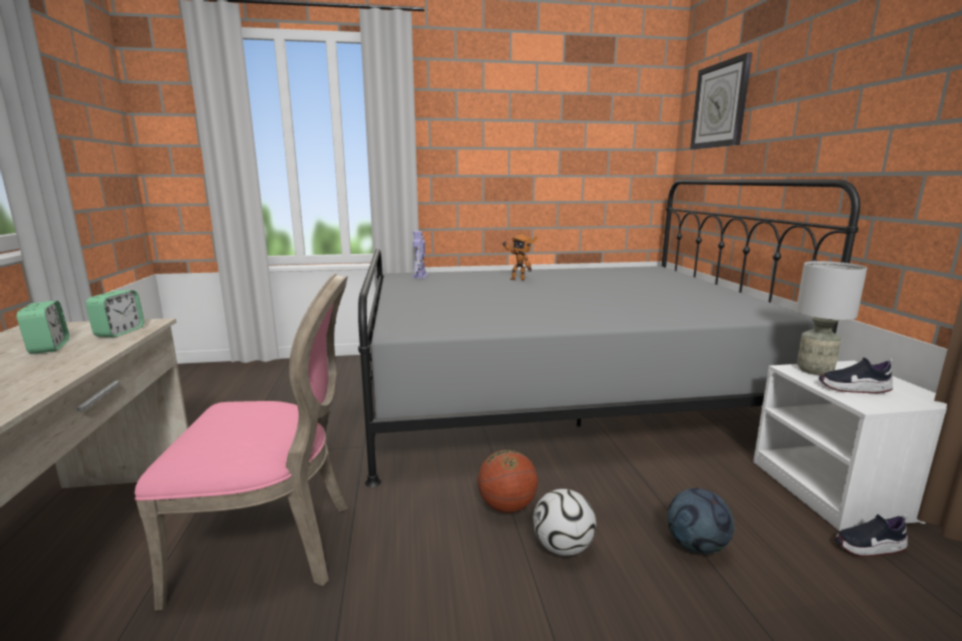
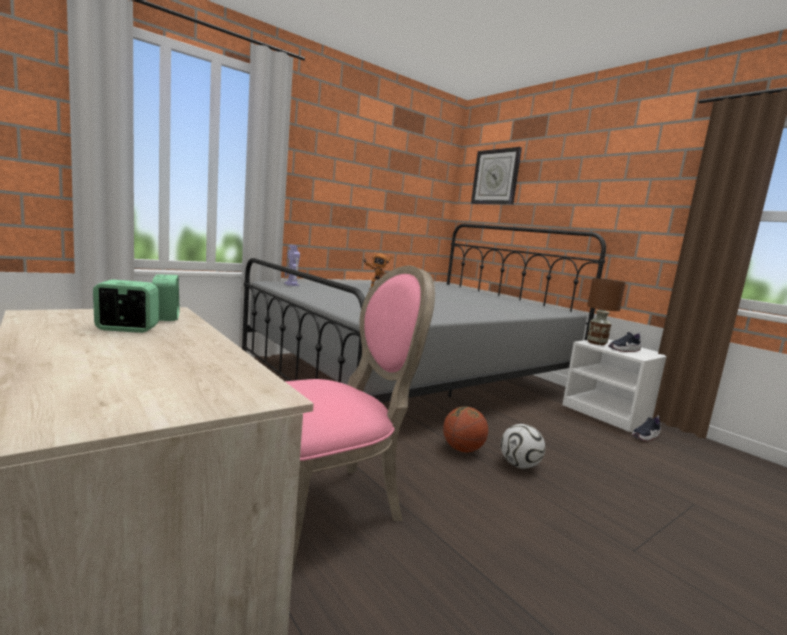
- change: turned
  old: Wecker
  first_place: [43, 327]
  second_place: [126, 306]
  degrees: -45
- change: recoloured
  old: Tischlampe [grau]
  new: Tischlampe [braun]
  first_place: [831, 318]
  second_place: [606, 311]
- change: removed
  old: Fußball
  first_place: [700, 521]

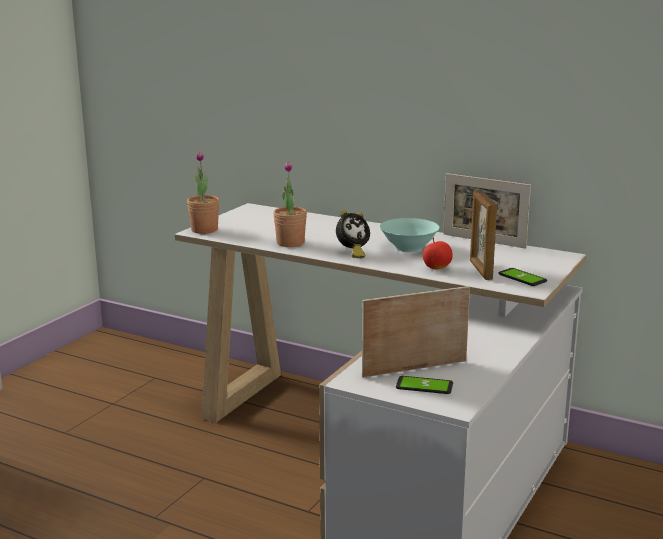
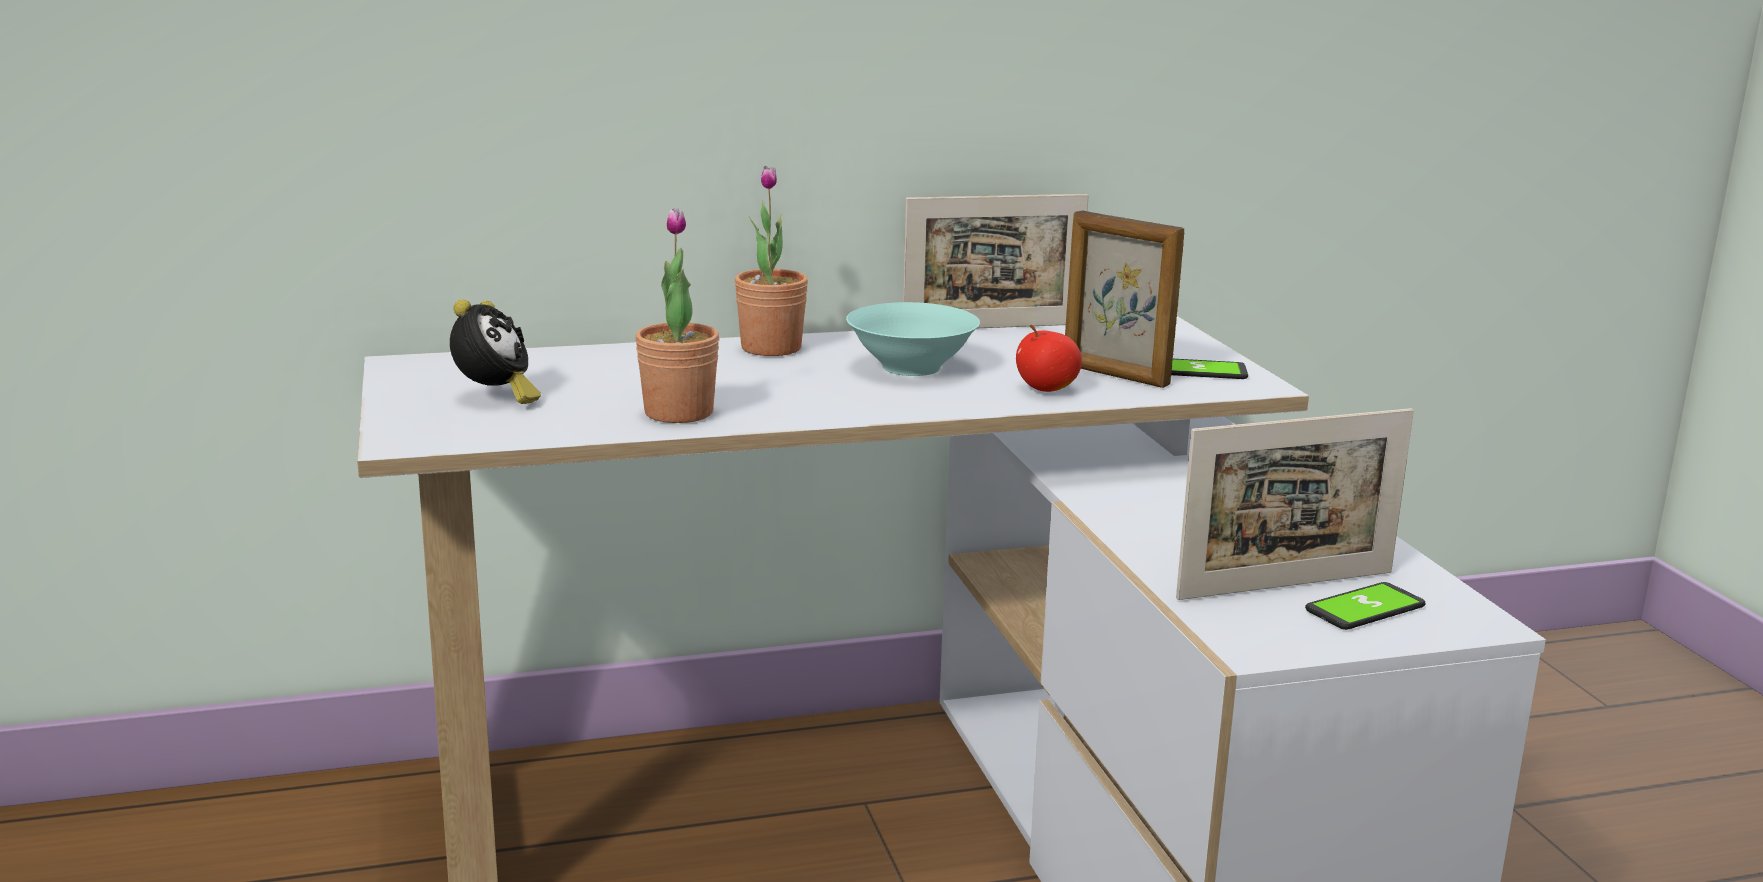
- change: moved
  old: Wecker
  first_place: [353, 234]
  second_place: [495, 351]
- change: moved
  old: Topfpflanze
  first_place: [203, 192]
  second_place: [771, 261]
- change: turned
  old: Bilderrahmen
  first_place: [416, 332]
  second_place: [1295, 504]
  degrees: -135

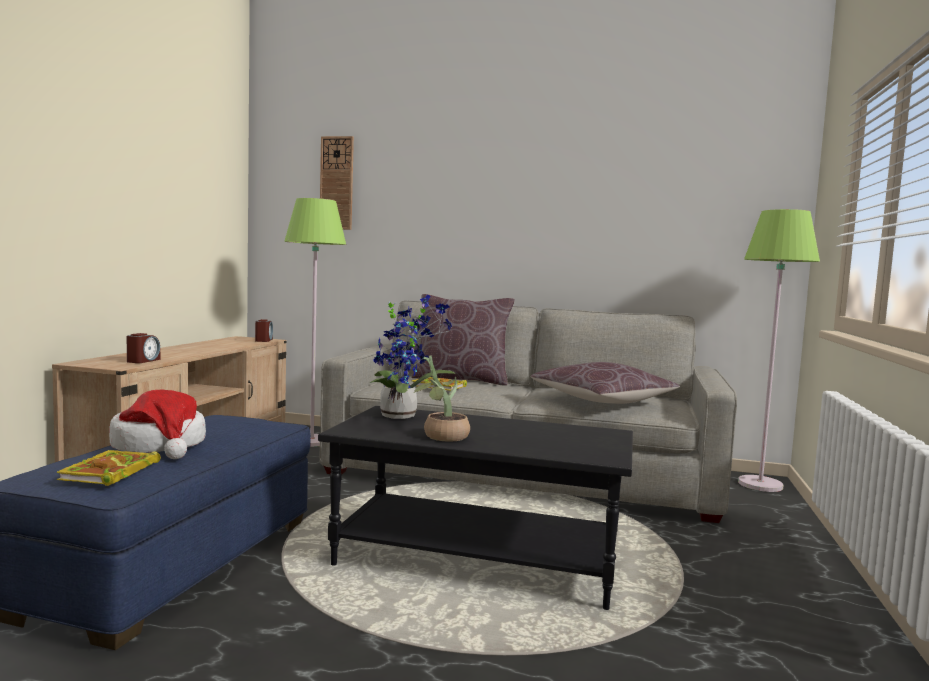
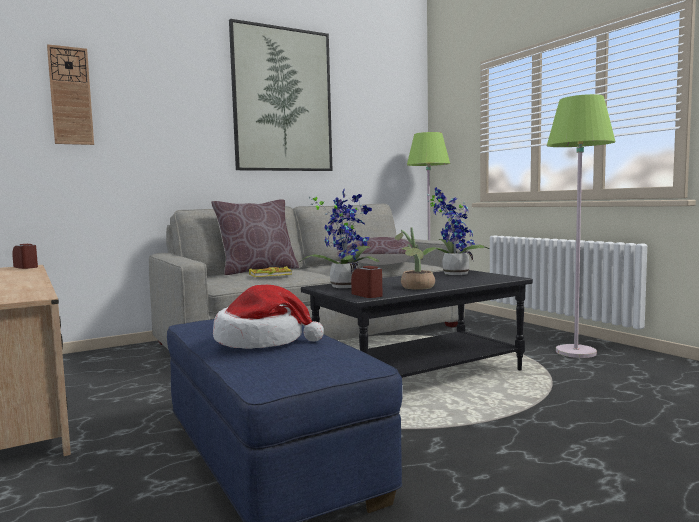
- change: added
  new: Bild
  second_place: [281, 95]
- change: moved
  old: Wecker
  first_place: [143, 348]
  second_place: [367, 282]
- change: added
  new: Topfpflanze
  second_place: [456, 231]
- change: moved
  old: Stehlampe [grün]
  first_place: [315, 322]
  second_place: [581, 226]
- change: removed
  old: Buch
  first_place: [109, 468]

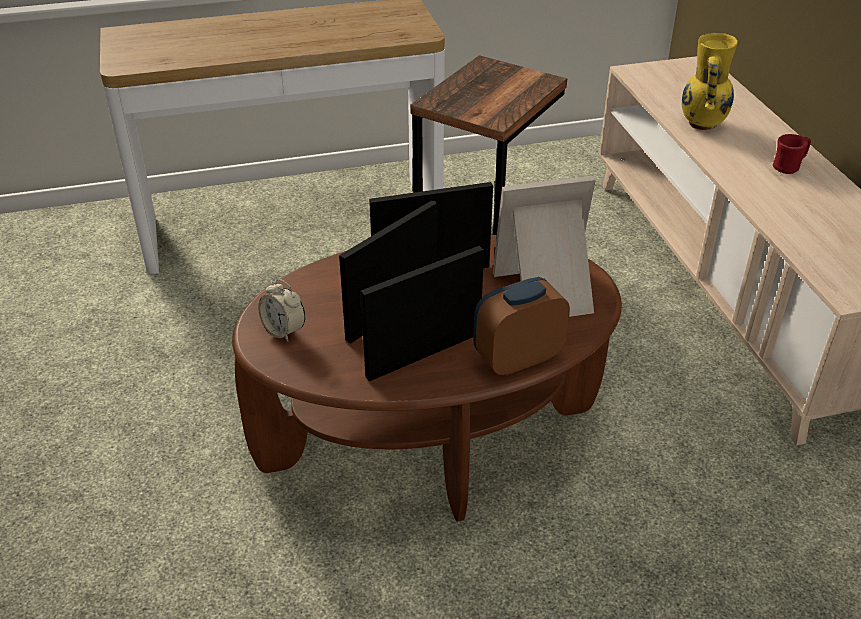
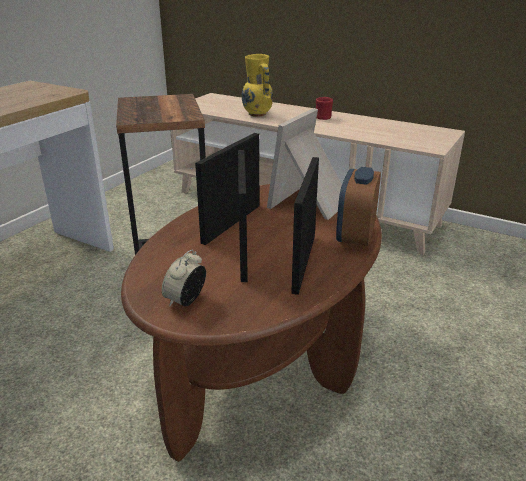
- change: turned
  old: Wecker
  first_place: [281, 310]
  second_place: [184, 278]
  degrees: 120

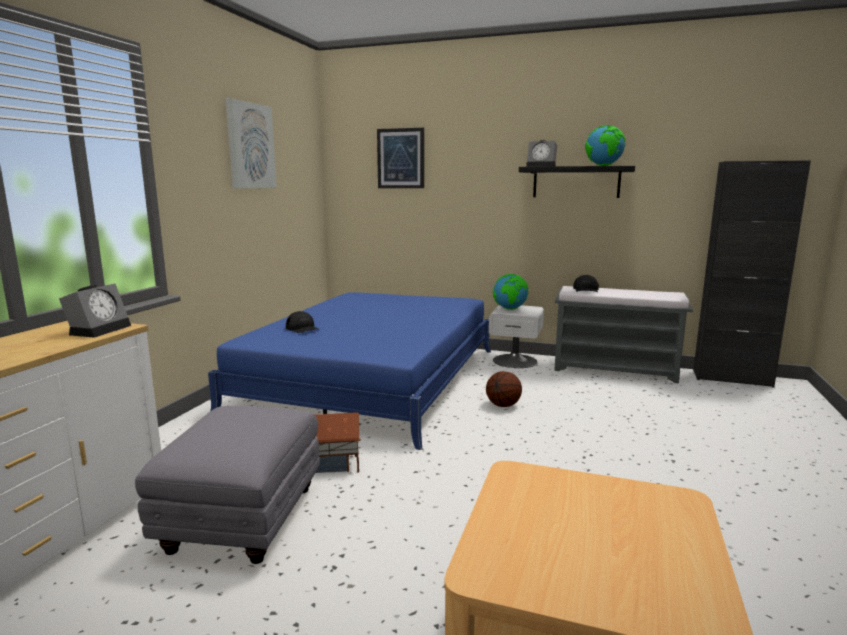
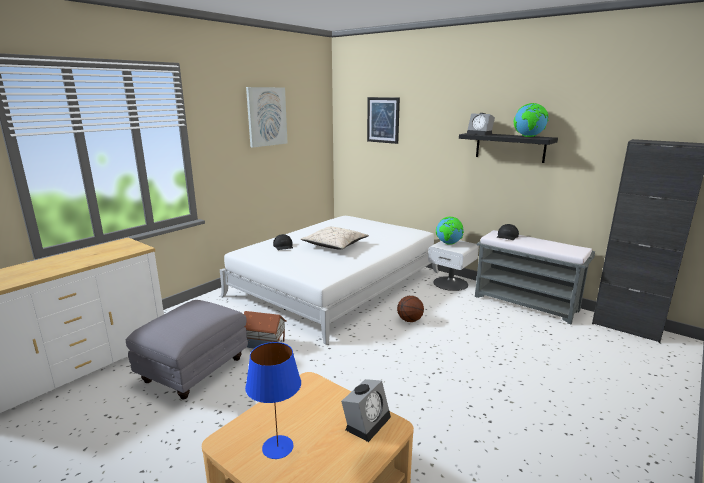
- change: recoloured
  old: Bett [blau]
  new: Bett [weiß]
  first_place: [349, 371]
  second_place: [329, 280]
- change: added
  new: Tischlampe [blau]
  second_place: [273, 400]
- change: added
  new: Kissen [beige]
  second_place: [334, 238]
- change: moved
  old: Wecker
  first_place: [95, 310]
  second_place: [366, 410]

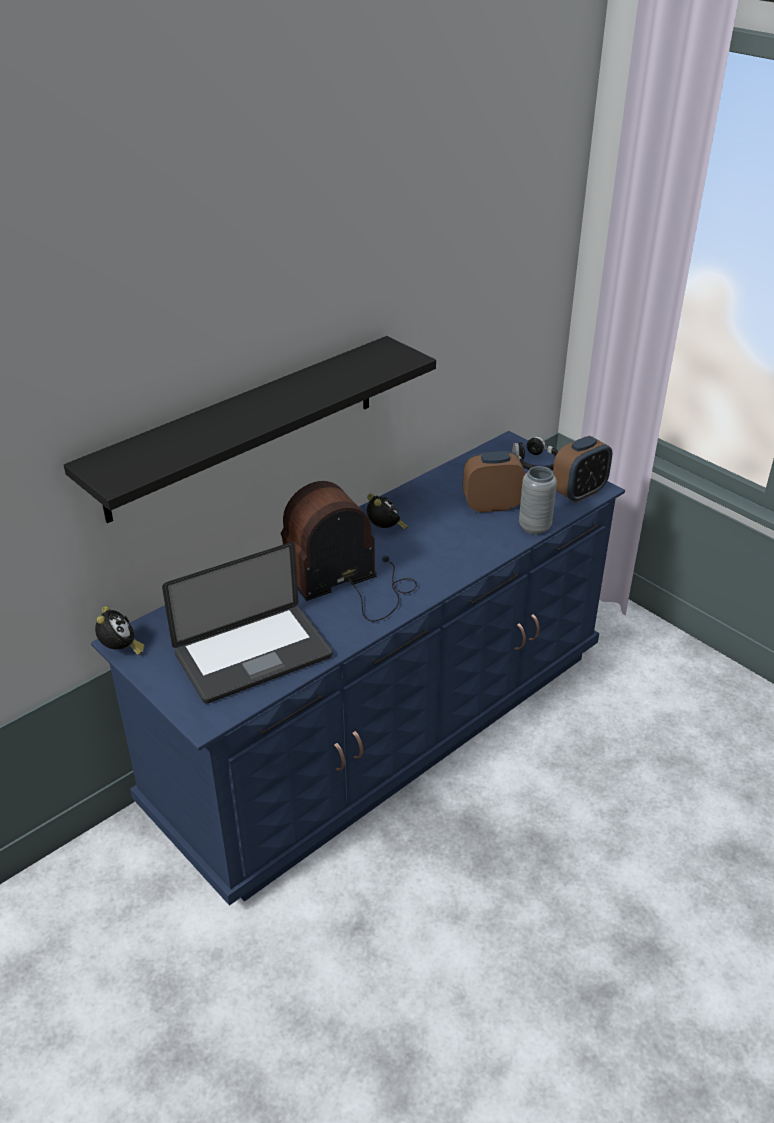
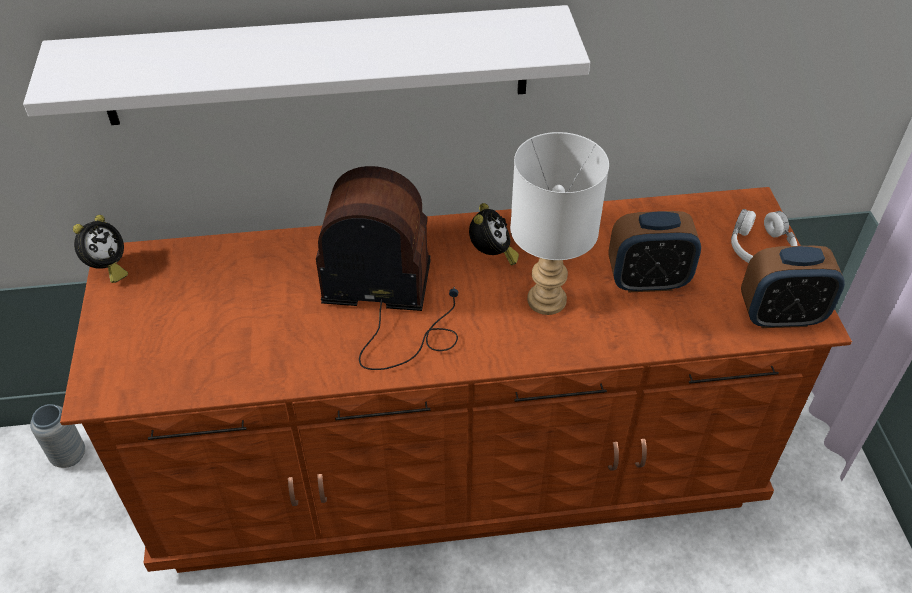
- change: recoloured
  old: Wandregal [schwarz]
  new: Wandregal [weiß]
  first_place: [250, 429]
  second_place: [306, 65]
- change: moved
  old: Vase [grau]
  first_place: [538, 500]
  second_place: [57, 436]
- change: recoloured
  old: Kommode [blau]
  new: Kommode [braun]
  first_place: [358, 668]
  second_place: [456, 380]
- change: added
  new: Tischlampe [weiß]
  second_place: [559, 223]
- change: turned
  old: Wecker
  first_place: [493, 482]
  second_place: [654, 252]
  degrees: 150
- change: recoloured
  old: Kopfhörer [schwarz]
  new: Kopfhörer [weiß]
  first_place: [535, 453]
  second_place: [764, 236]
- change: removed
  old: Laptop
  first_place: [247, 622]

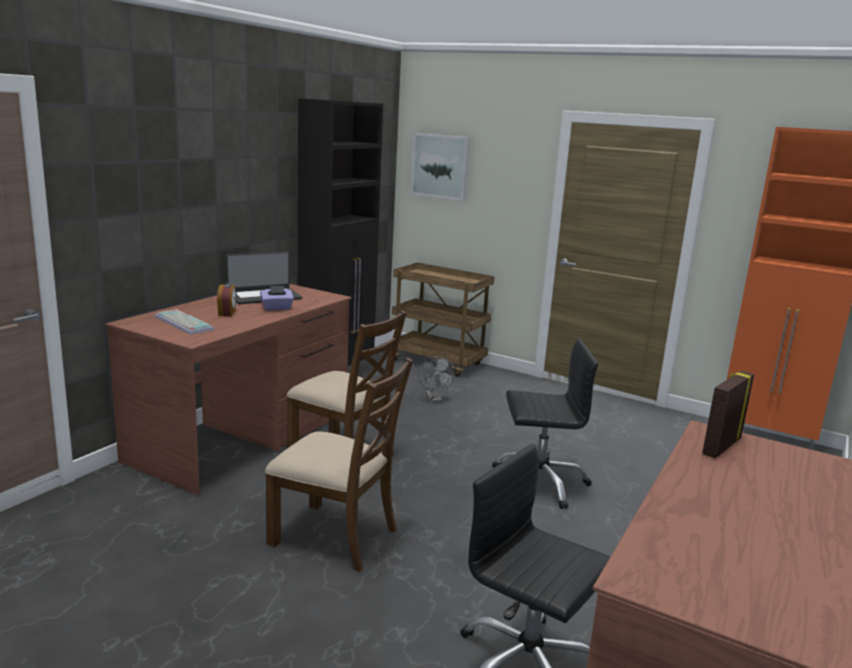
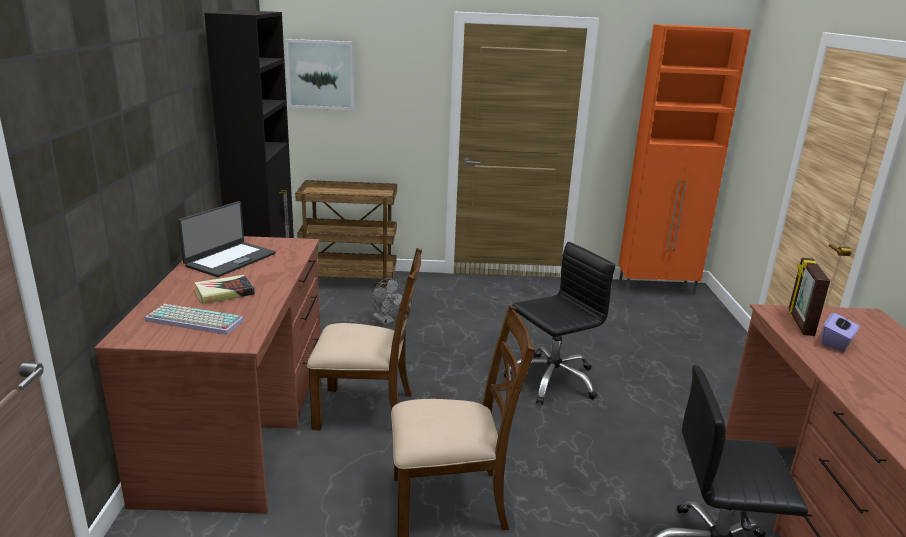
- change: replaced
  old: Wecker
  new: Buch
  first_place: [227, 300]
  second_place: [225, 289]
- change: moved
  old: Taschentuchbox [lila]
  first_place: [277, 298]
  second_place: [840, 332]

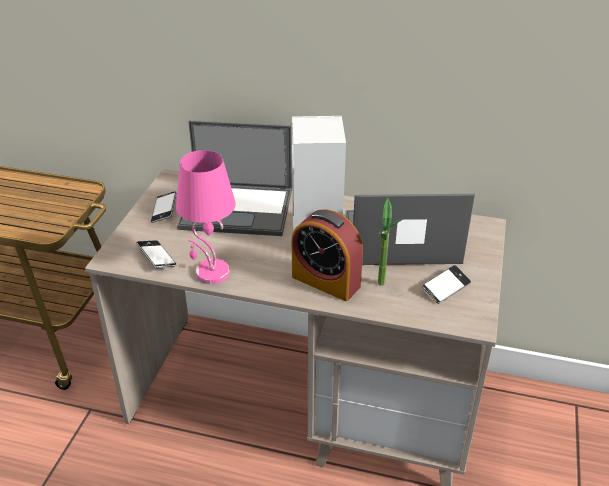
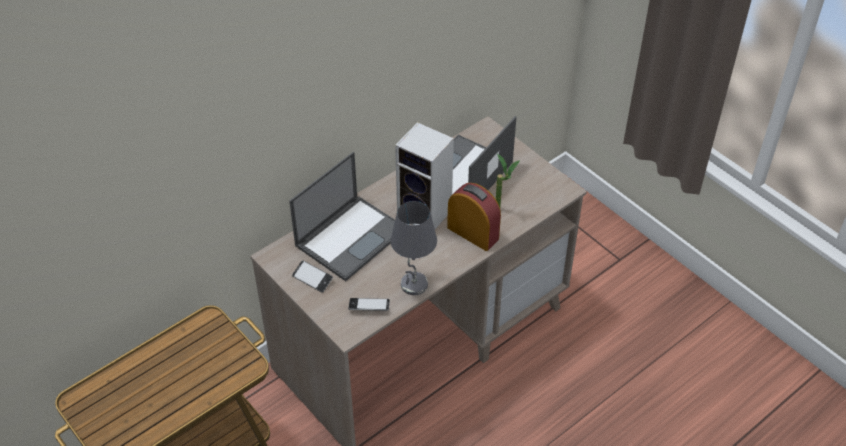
- change: recoloured
  old: Tischlampe [rosa]
  new: Tischlampe [grau]
  first_place: [206, 217]
  second_place: [414, 248]
- change: turned
  old: Wecker
  first_place: [327, 255]
  second_place: [474, 217]
  degrees: -120
- change: removed
  old: Handy
  first_place: [446, 284]

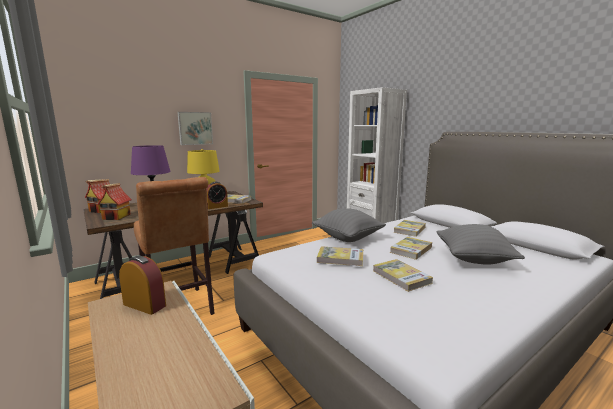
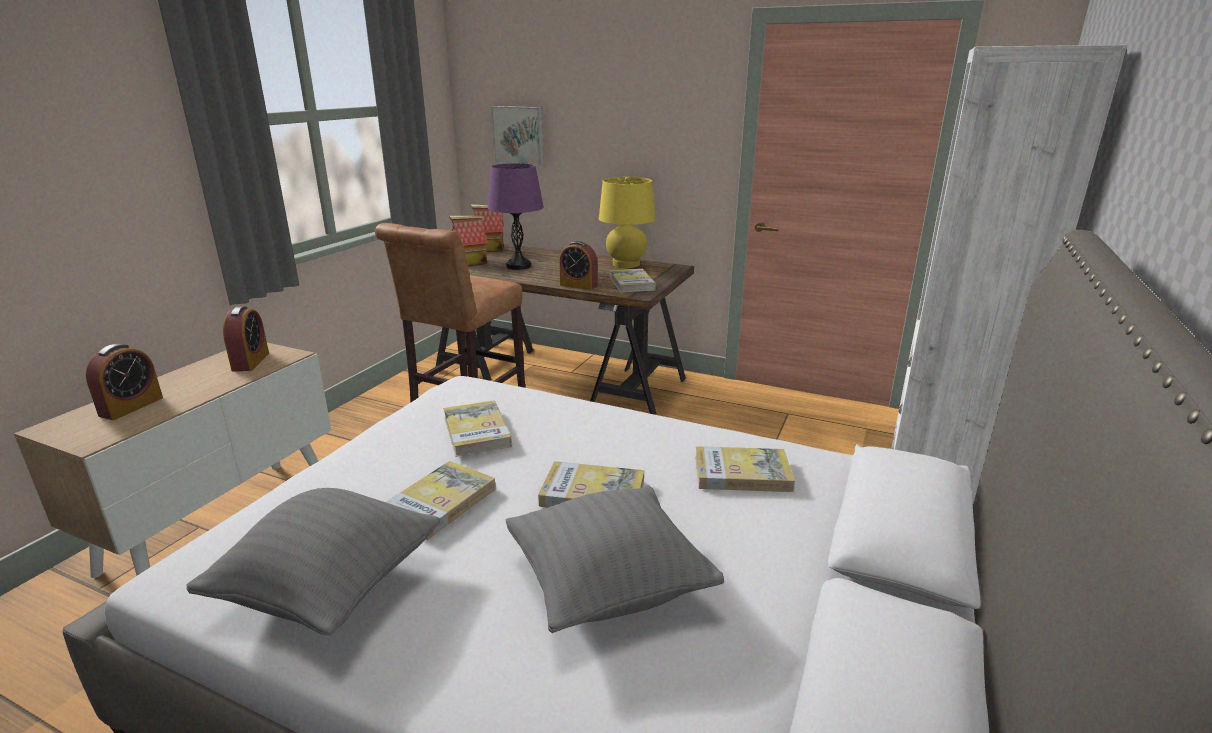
- change: added
  new: Wecker
  second_place: [124, 382]
- change: moved
  old: Kissen [grau]
  first_place: [349, 225]
  second_place: [313, 561]
- change: moved
  old: Bild
  first_place: [195, 128]
  second_place: [517, 136]

